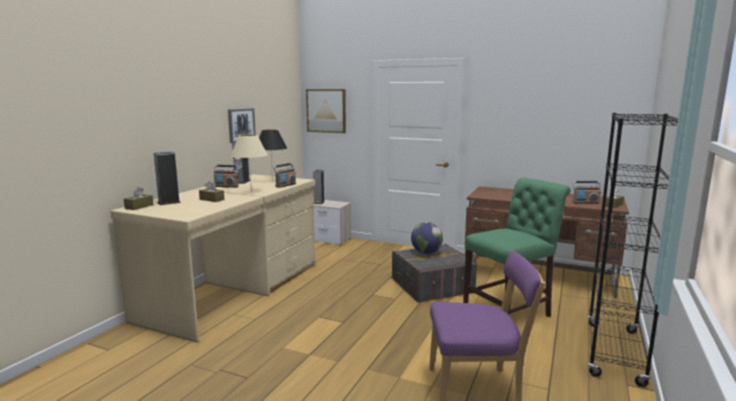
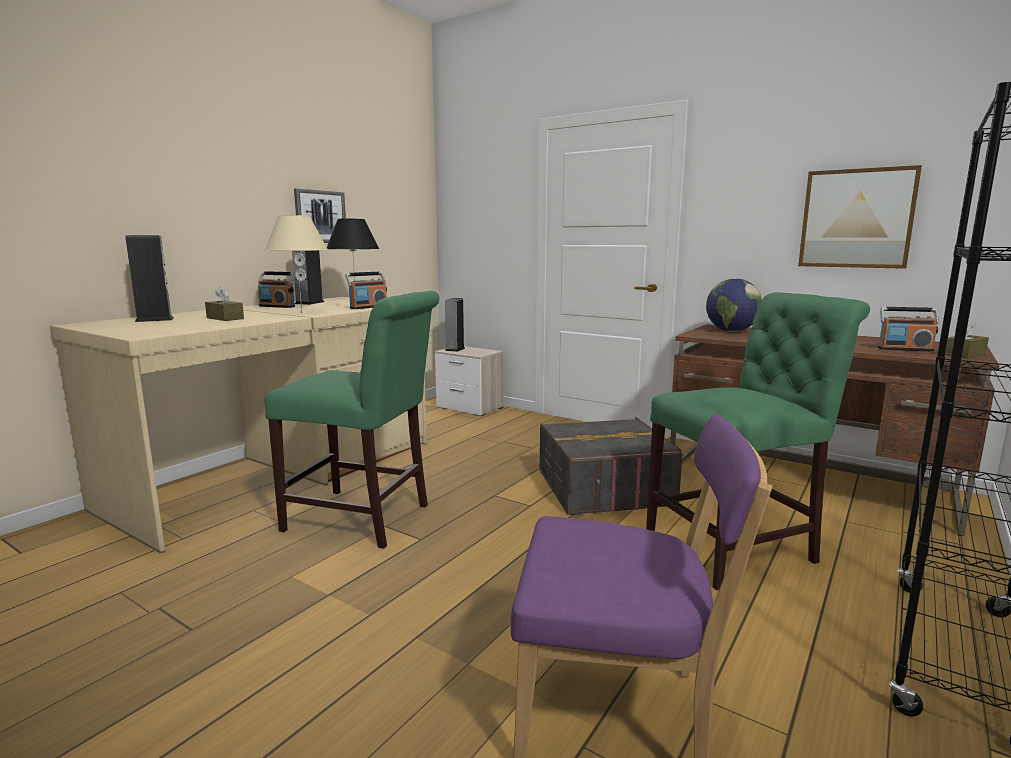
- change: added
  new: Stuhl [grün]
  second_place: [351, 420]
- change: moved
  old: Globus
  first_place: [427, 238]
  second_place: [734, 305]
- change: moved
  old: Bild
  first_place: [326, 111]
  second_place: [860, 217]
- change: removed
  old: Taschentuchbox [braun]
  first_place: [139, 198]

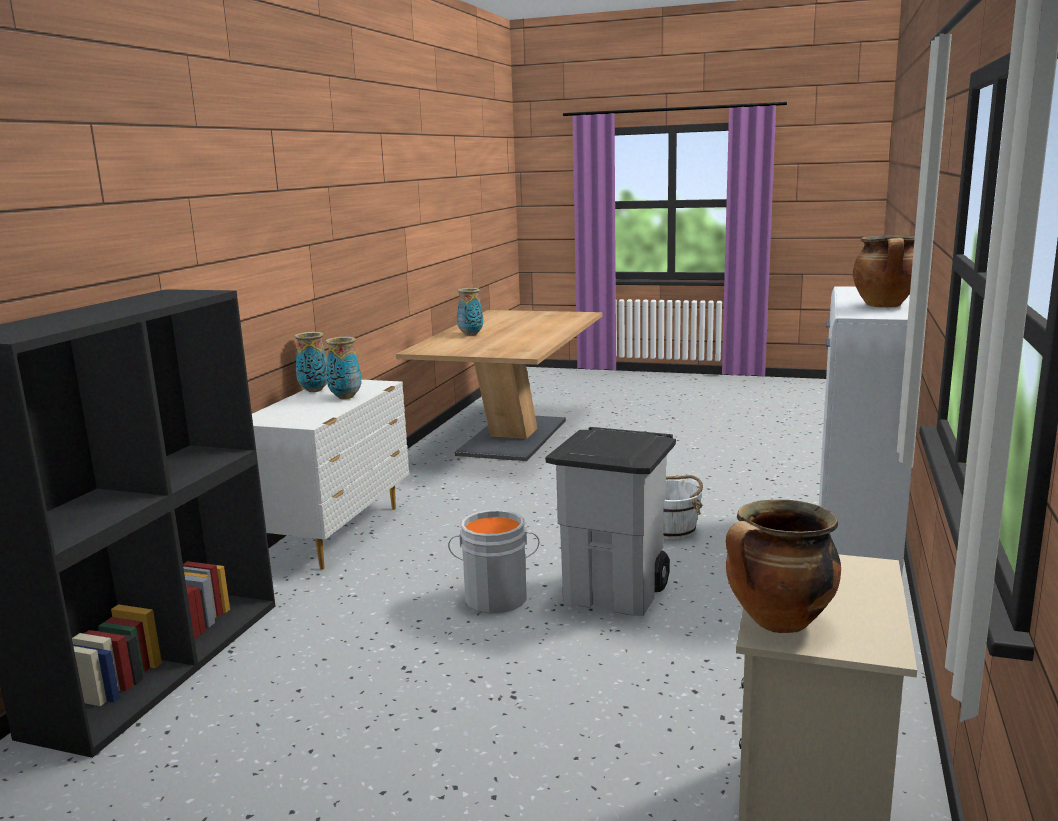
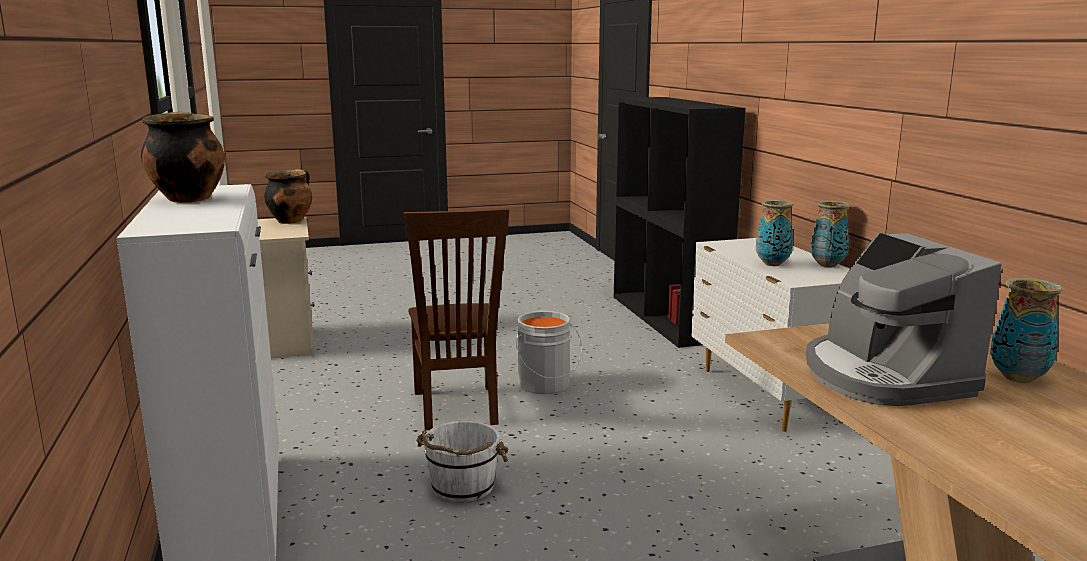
- change: replaced
  old: Mülleimer [grau]
  new: Stuhl [braun]
  first_place: [610, 521]
  second_place: [456, 319]
- change: added
  new: Kaffeemaschine
  second_place: [904, 319]

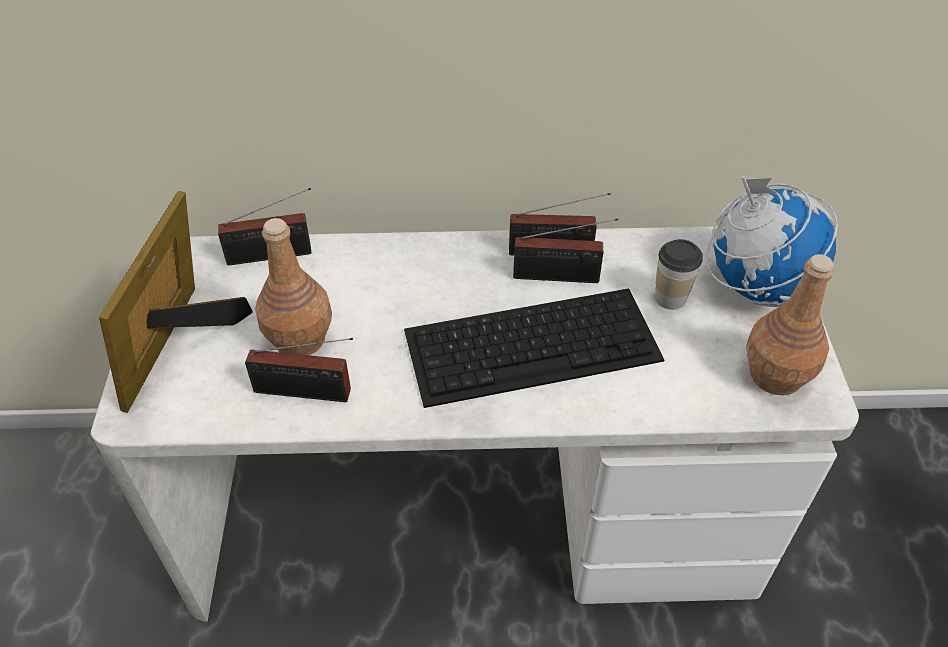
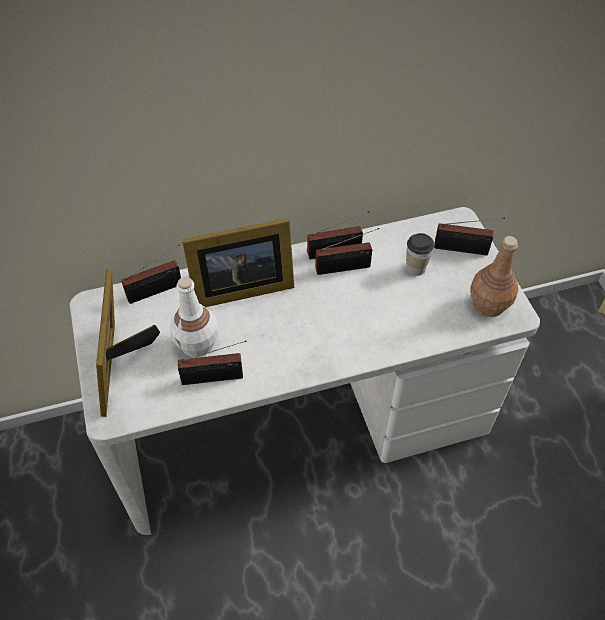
- change: recoloured
  old: Flasche [braun]
  new: Flasche [weiß]
  first_place: [293, 286]
  second_place: [194, 317]
- change: added
  new: Bilderrahmen
  second_place: [238, 262]
- change: replaced
  old: Globus
  new: Radio
  first_place: [772, 241]
  second_place: [469, 236]
- change: removed
  old: Tastatur
  first_place: [534, 348]

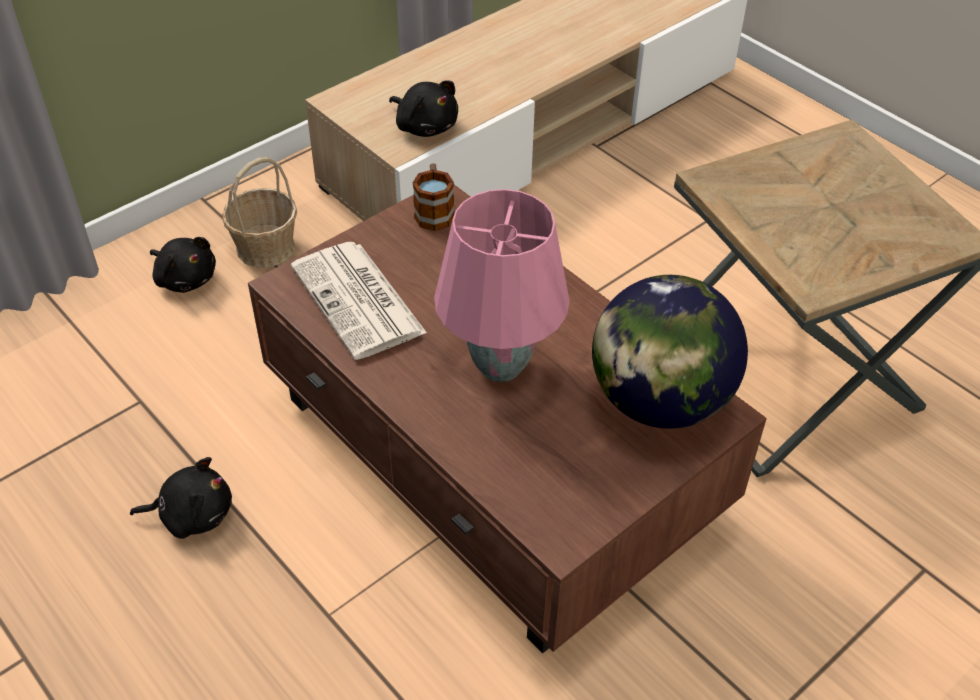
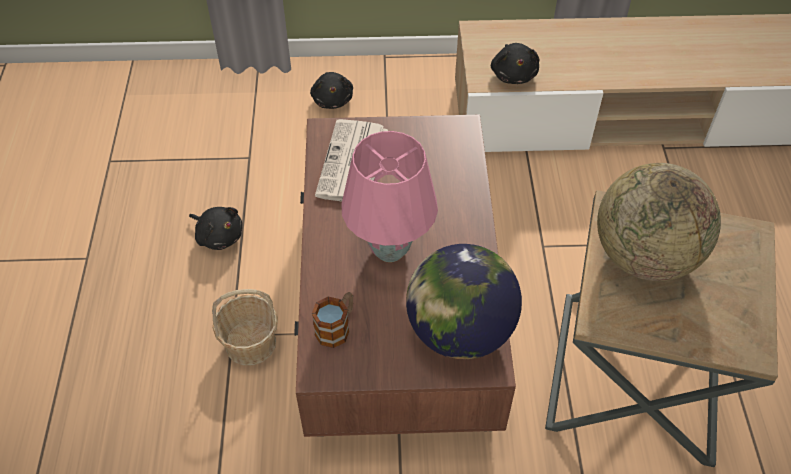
- change: moved
  old: Korb
  first_place: [259, 212]
  second_place: [245, 327]
- change: moved
  old: Henkelbecher
  first_place: [433, 197]
  second_place: [332, 320]
- change: added
  new: Globus
  second_place: [659, 222]

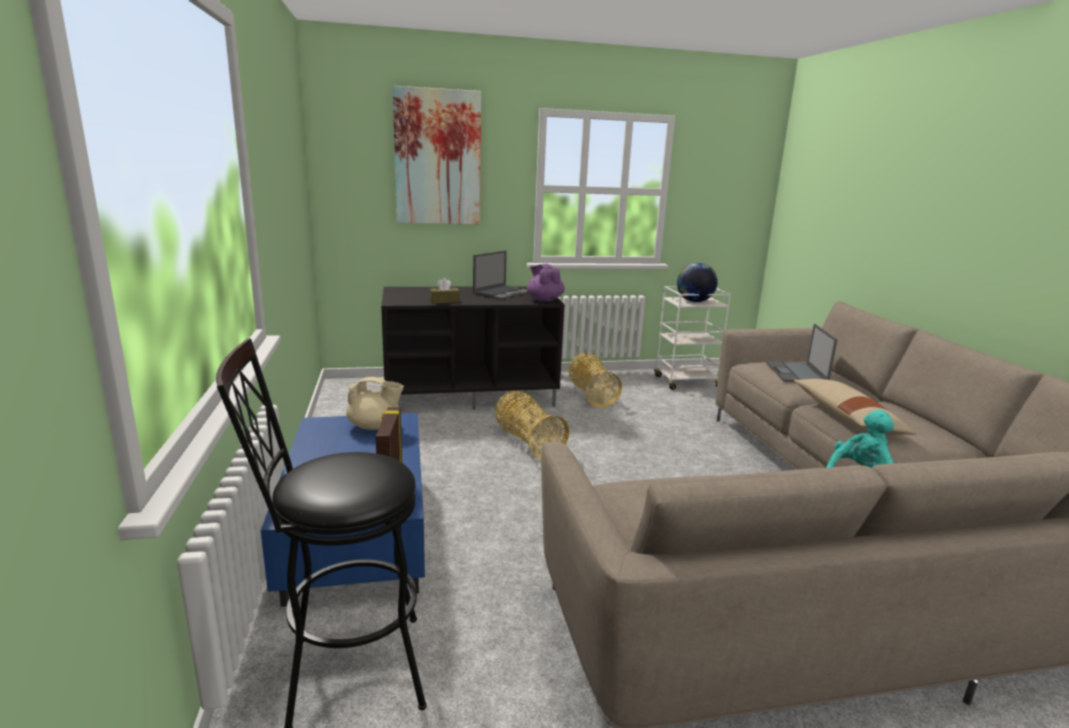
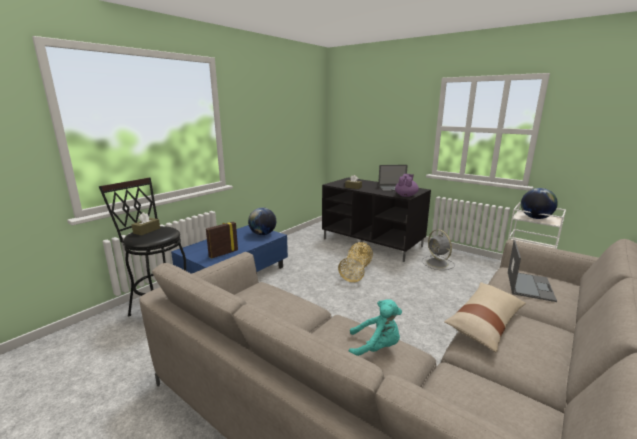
- change: added
  new: Taschentuchbox [braun]
  second_place: [146, 223]
- change: replaced
  old: Teekanne [beige]
  new: Globus
  first_place: [375, 403]
  second_place: [262, 221]
- change: replaced
  old: Korb
  new: Ventilator [grau]
  first_place: [595, 380]
  second_place: [438, 250]
- change: turned
  old: Laptop
  first_place: [802, 353]
  second_place: [532, 271]
  degrees: 150
- change: removed
  old: Bild
  first_place: [437, 155]

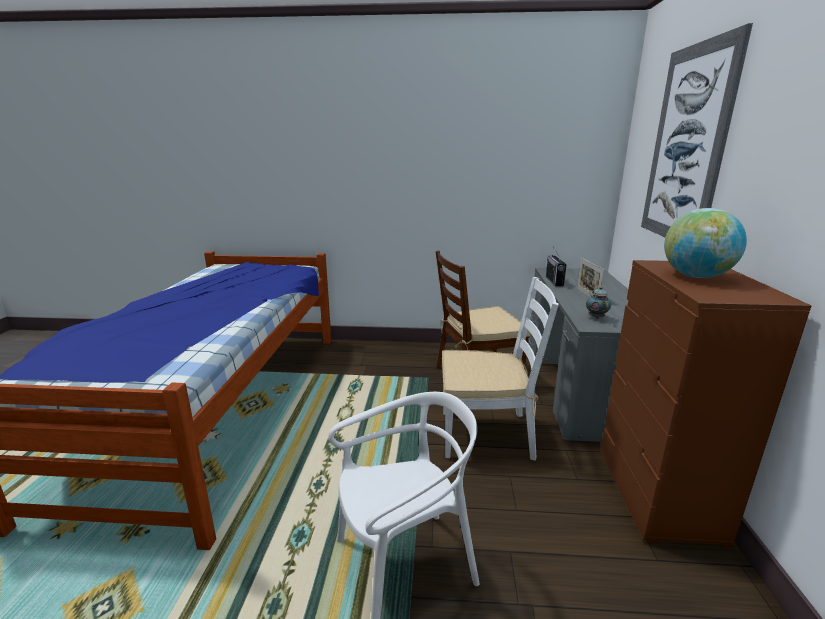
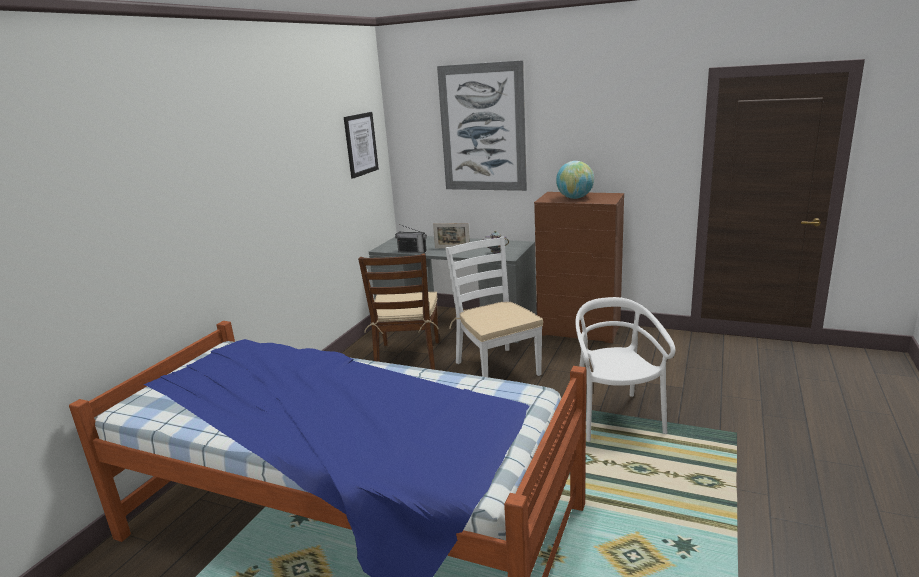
- change: added
  new: Bild
  second_place: [361, 145]
- change: turned
  old: Stuhl [weiß]
  first_place: [500, 369]
  second_place: [494, 307]
  degrees: -45

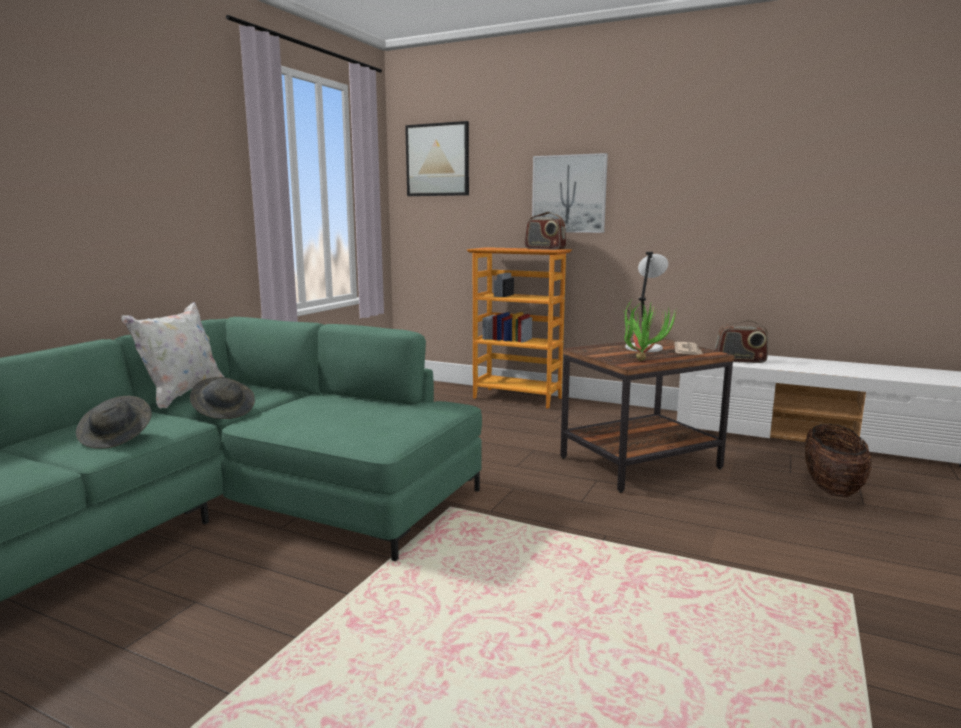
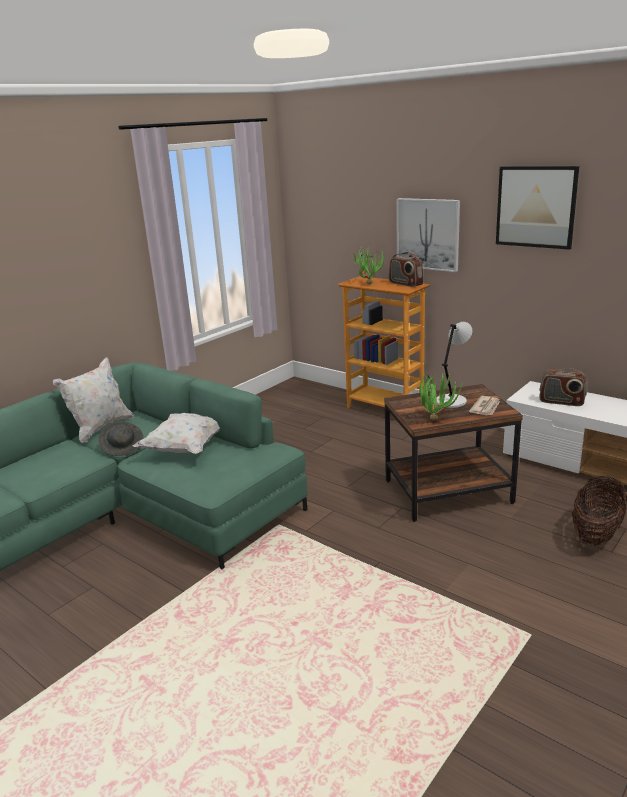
- change: added
  new: Kissen [weiß]
  second_place: [176, 433]
- change: added
  new: Topfpflanze
  second_place: [368, 266]
- change: moved
  old: Bild
  first_place: [437, 158]
  second_place: [537, 208]
- change: removed
  old: Hut [grau]
  first_place: [114, 422]

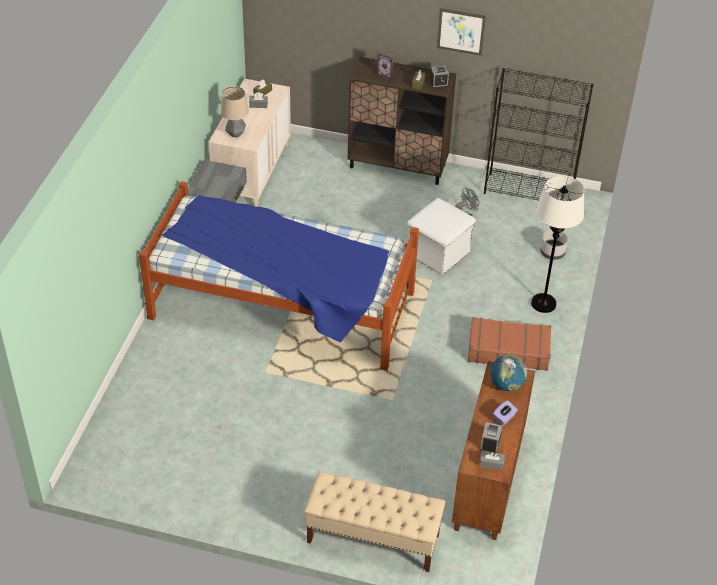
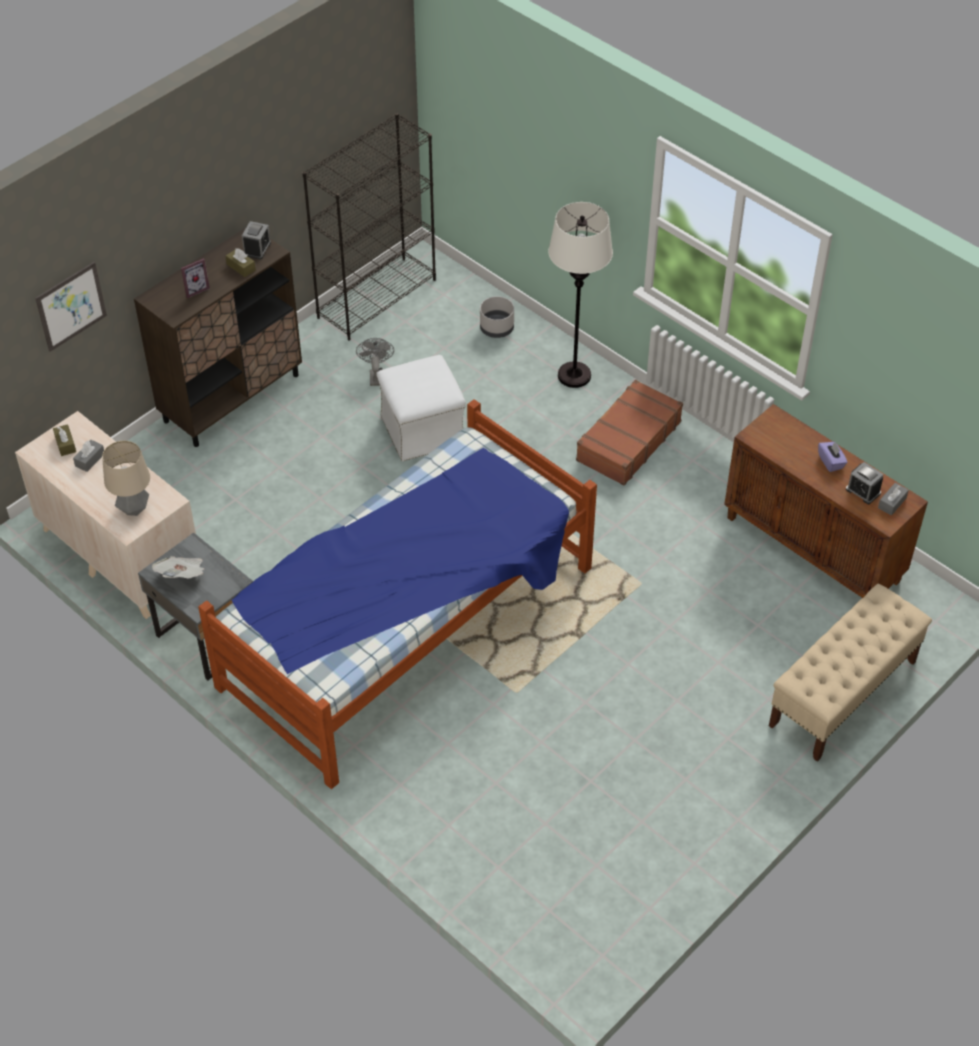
- change: moved
  old: Bild
  first_place: [461, 32]
  second_place: [71, 307]
- change: added
  new: Zeitung
  second_place: [178, 567]
- change: removed
  old: Globus
  first_place: [508, 373]

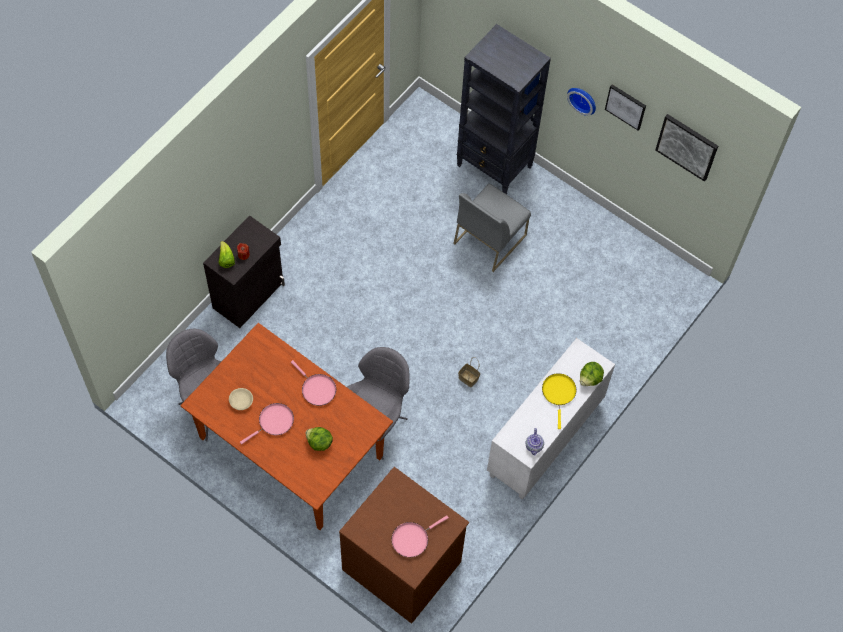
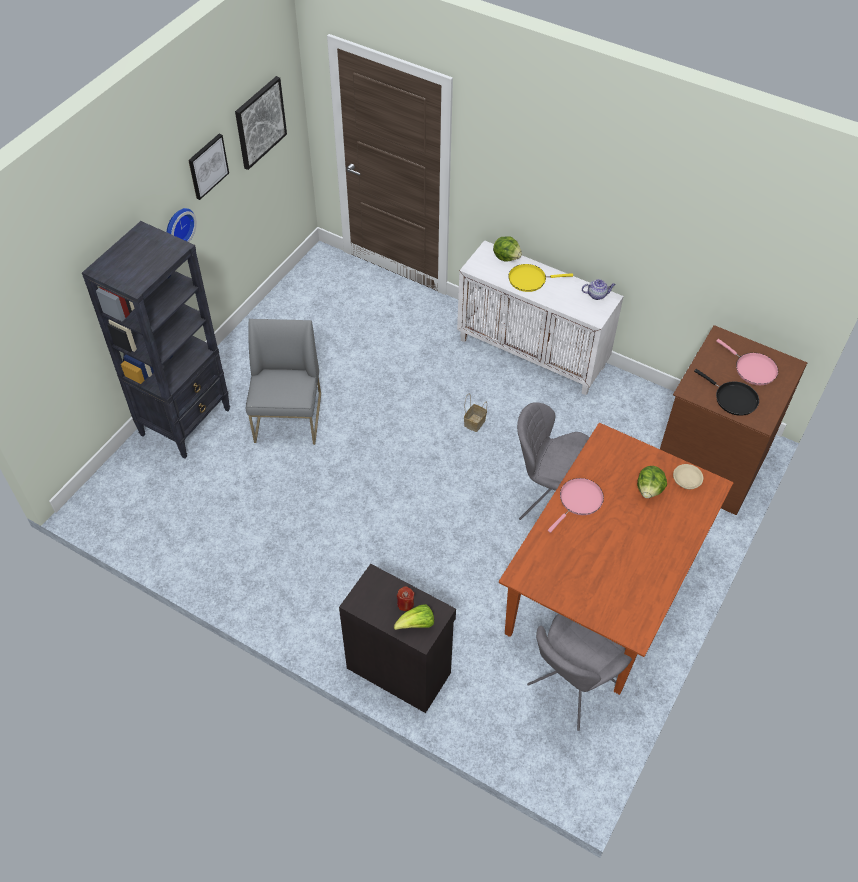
- change: turned
  old: Stuhl [grau]
  first_place: [492, 228]
  second_place: [283, 382]
  degrees: -120
- change: moved
  old: Schüssel [beige]
  first_place: [241, 399]
  second_place: [688, 476]
- change: added
  new: Pfanne [schwarz]
  second_place: [726, 392]
- change: removed
  old: Pfanne [rosa]
  first_place: [267, 423]

